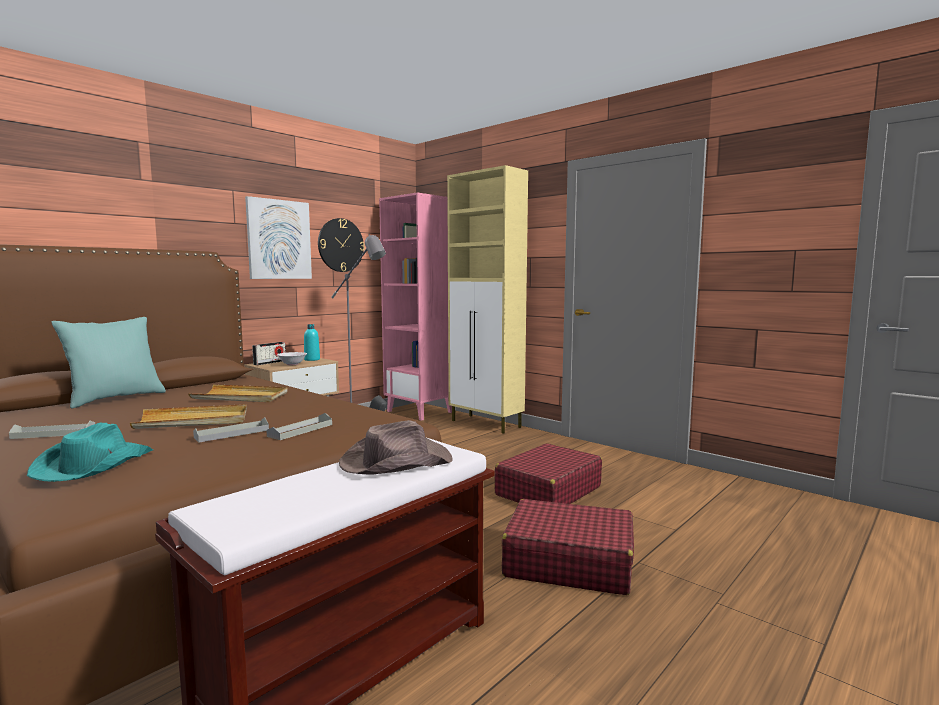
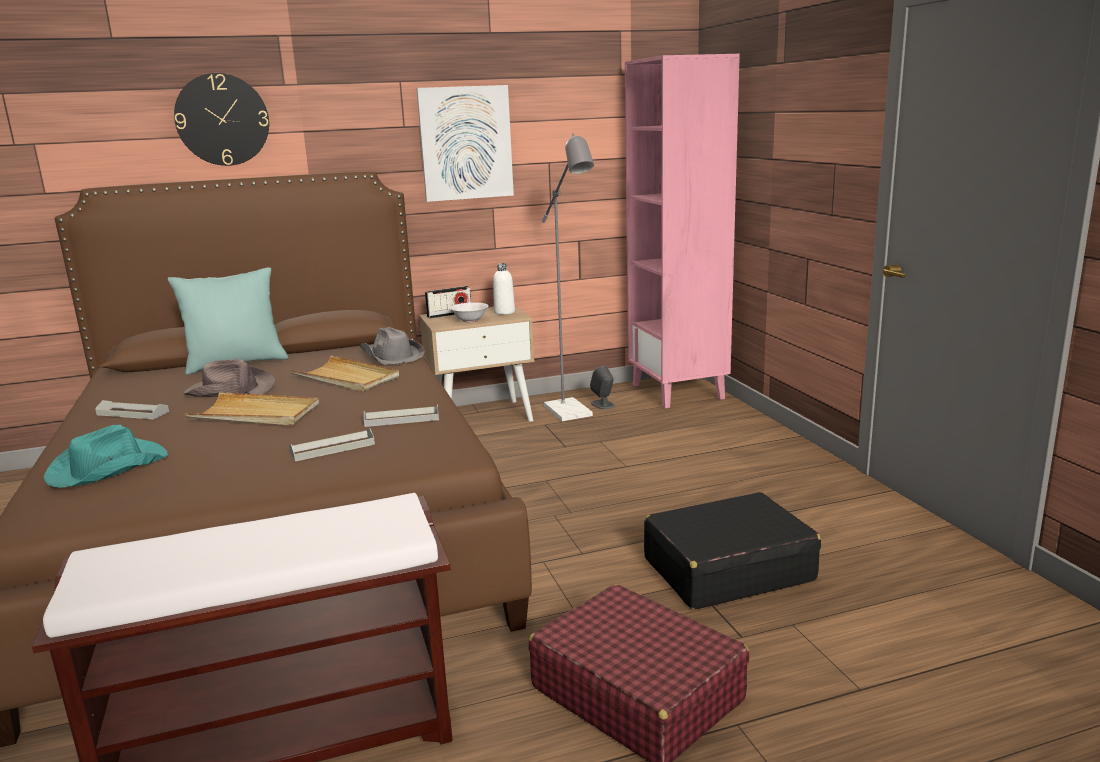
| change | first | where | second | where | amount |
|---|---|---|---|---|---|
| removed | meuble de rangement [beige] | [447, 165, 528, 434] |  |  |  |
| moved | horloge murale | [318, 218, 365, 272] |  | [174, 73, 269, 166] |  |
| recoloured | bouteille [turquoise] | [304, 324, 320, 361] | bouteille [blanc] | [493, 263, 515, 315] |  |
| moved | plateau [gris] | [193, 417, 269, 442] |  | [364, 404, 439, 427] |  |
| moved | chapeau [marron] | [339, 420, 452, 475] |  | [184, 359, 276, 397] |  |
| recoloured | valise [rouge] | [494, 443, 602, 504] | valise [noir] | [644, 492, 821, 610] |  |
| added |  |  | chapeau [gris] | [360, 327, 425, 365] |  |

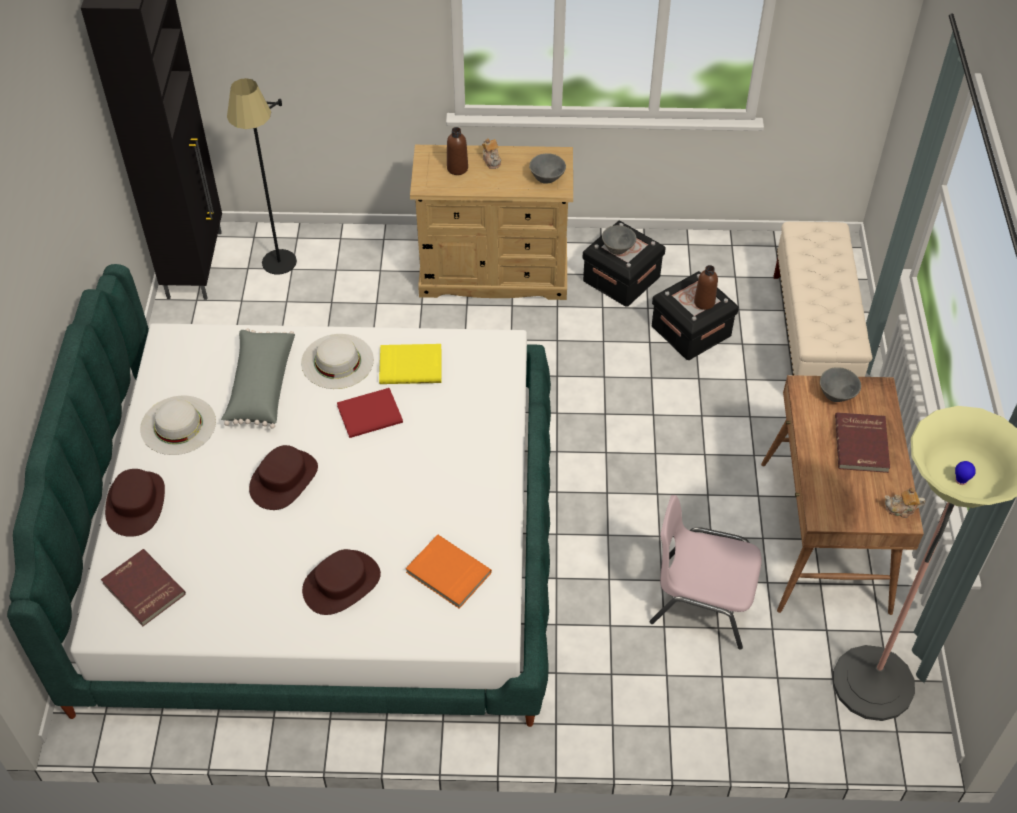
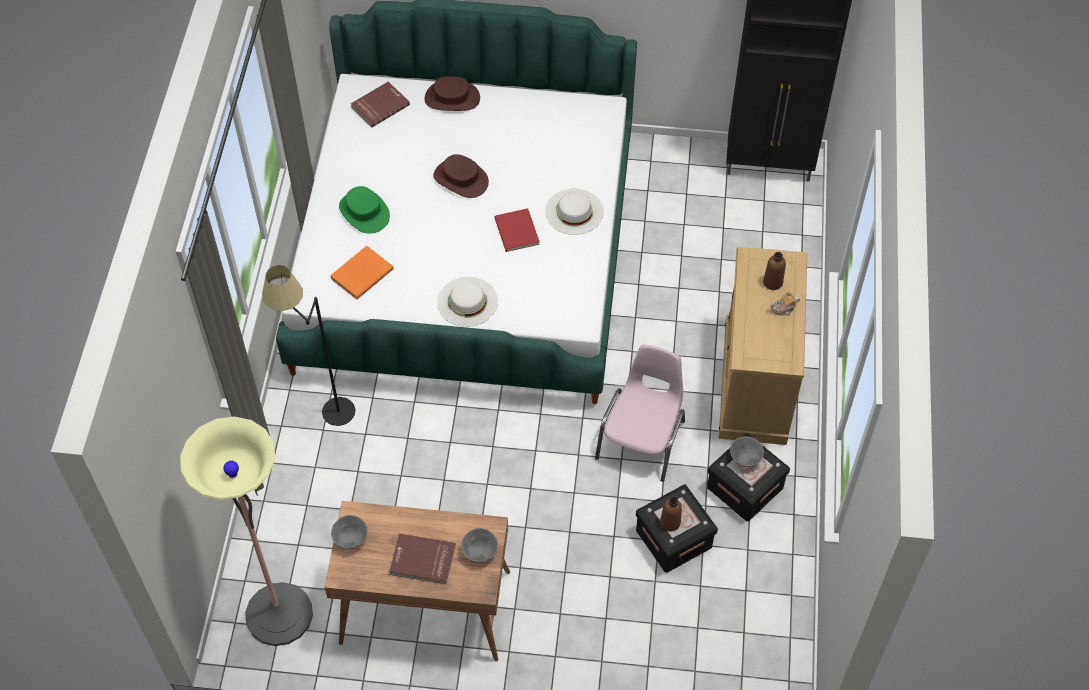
| change | first | where | second | where | amount |
|---|---|---|---|---|---|
| moved | lampadaire [noir] | [227, 78, 297, 275] |  | [262, 265, 355, 426] |  |
| moved | bol [gris] | [529, 153, 566, 184] |  | [331, 515, 368, 549] |  |
| removed | banc [beige] | [774, 221, 872, 377] |  |  |  |
| removed | coussin [gris] | [221, 328, 295, 429] |  |  |  |
| removed | livre [jaune] | [379, 344, 442, 384] |  |  |  |
| moved | chapeau [blanc] | [140, 396, 216, 455] |  | [437, 277, 498, 327] |  |
| removed | théière | [885, 488, 925, 518] |  |  |  |
| moved | chaise [rose] | [650, 495, 762, 650] |  | [595, 345, 685, 482] |  |
| recoloured | chapeau [marron] | [302, 549, 381, 615] | chapeau [vert] | [339, 186, 390, 234] |  |

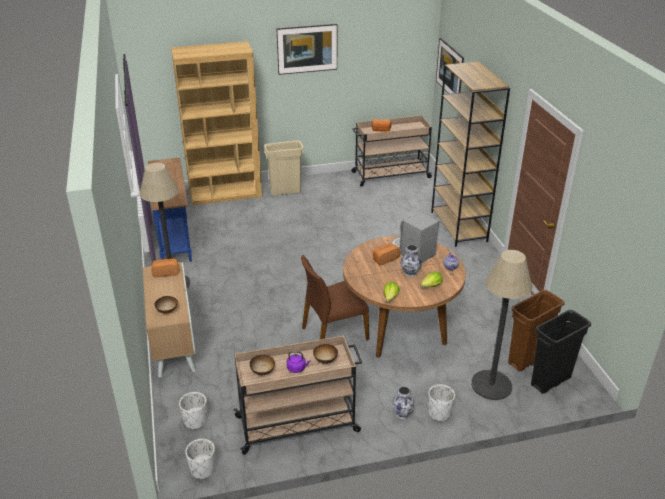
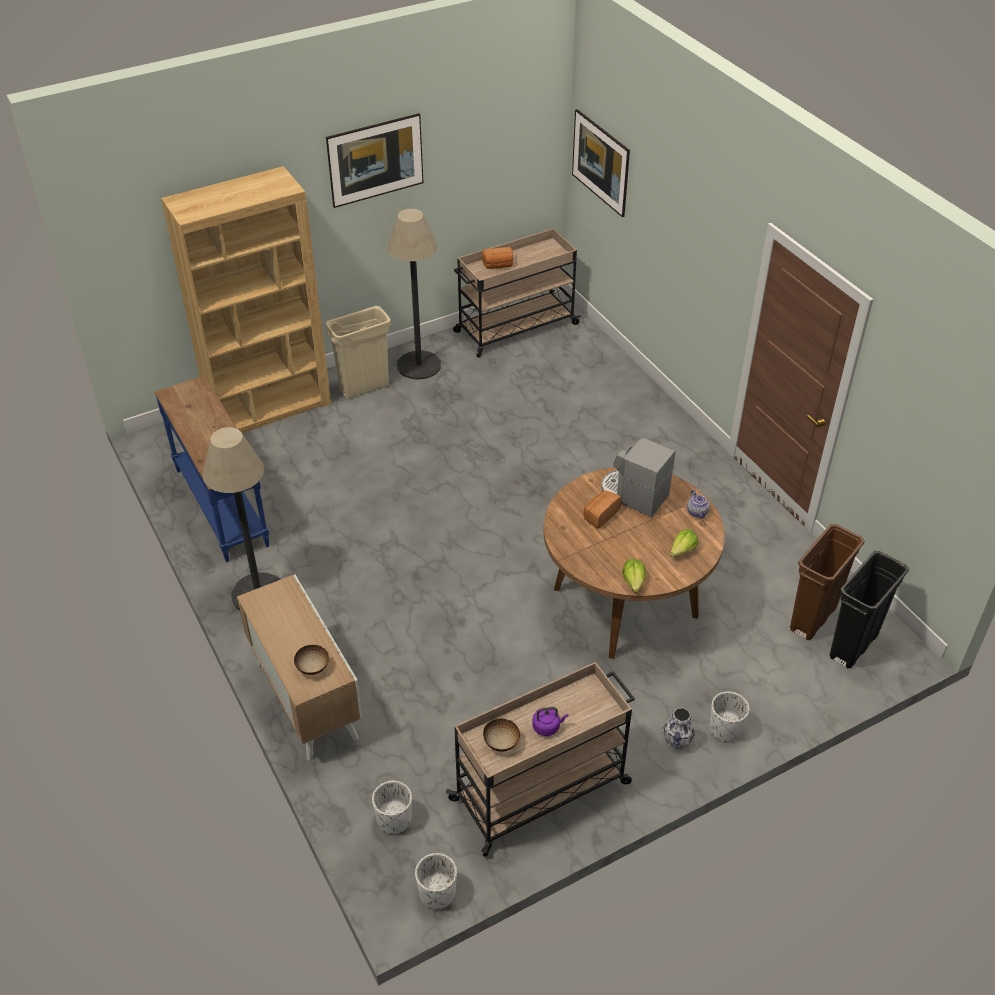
| change | first | where | second | where | amount |
|---|---|---|---|---|---|
| removed | bibliothèque [marron] | [431, 62, 510, 247] |  |  |  |
| removed | vase | [400, 245, 422, 277] |  |  |  |
| moved | lampadaire | [471, 250, 532, 400] |  | [388, 209, 441, 379] |  |
| removed | chaise [marron] | [301, 255, 369, 341] |  |  |  |
| removed | pain | [151, 259, 179, 278] |  |  |  |
| removed | bol | [313, 344, 338, 364] |  |  |  |

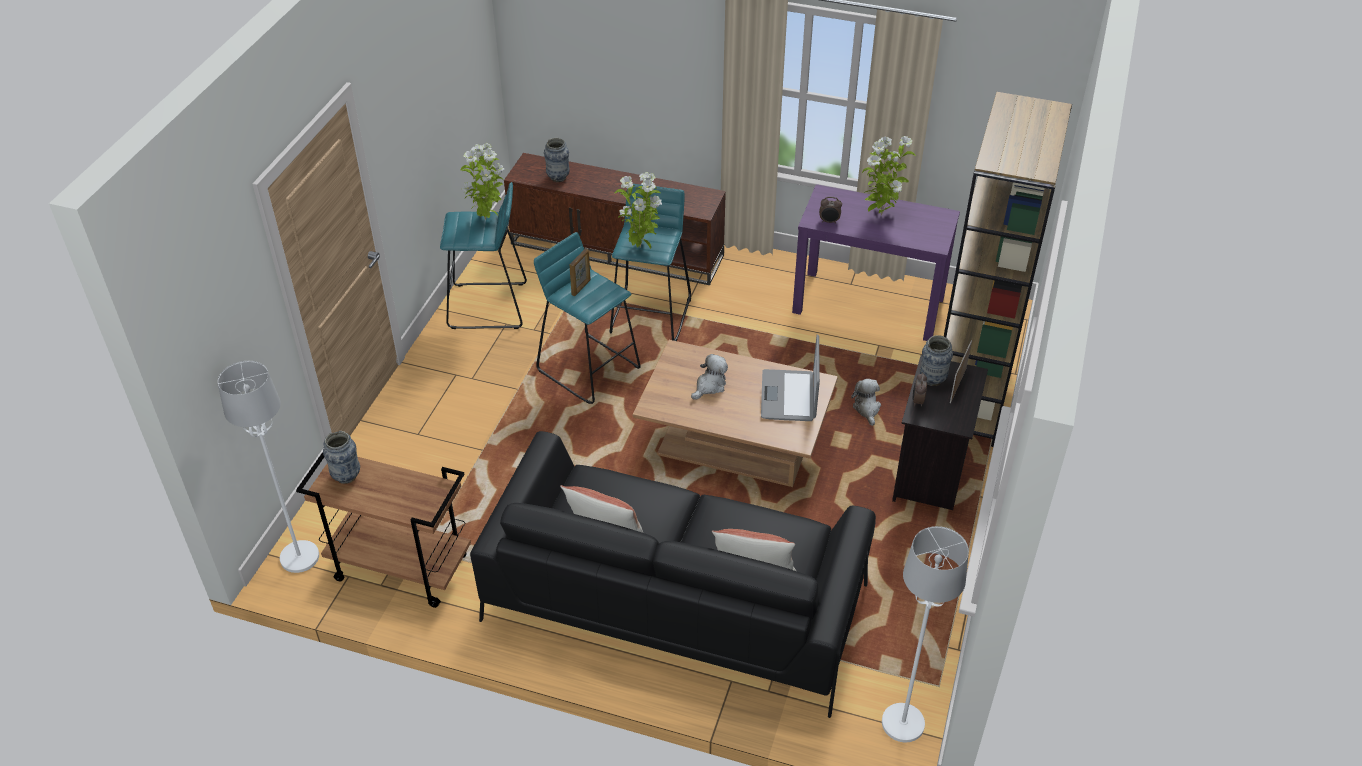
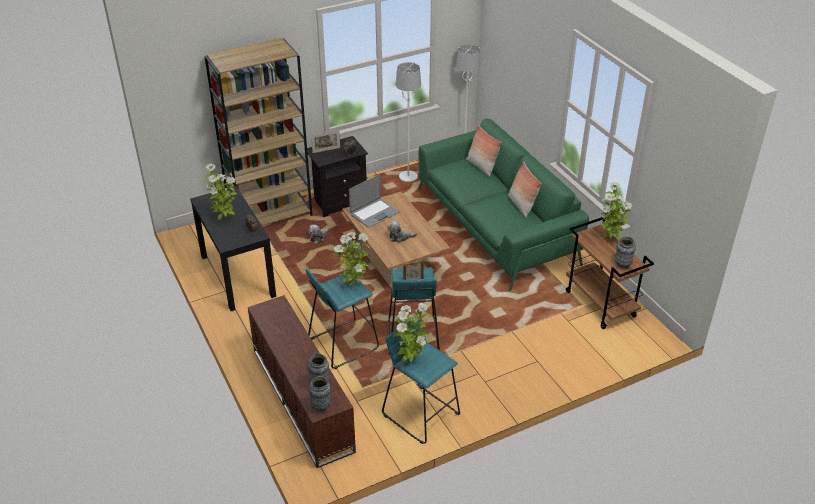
| change | first | where | second | where | amount |
|---|---|---|---|---|---|
| recoloured | table console [violet] | [792, 184, 960, 341] | table console [noir] | [190, 186, 276, 311] |  |
| moved | vase | [920, 335, 953, 386] |  | [309, 376, 331, 412] |  |
| moved | lampadaire [blanc] | [218, 361, 319, 573] |  | [396, 62, 421, 182] |  |
| recoloured | canapé [noir] | [470, 431, 876, 718] | canapé [vert] | [418, 119, 589, 291] |  |
| added |  |  | plante en pot | [601, 182, 632, 239] |  |

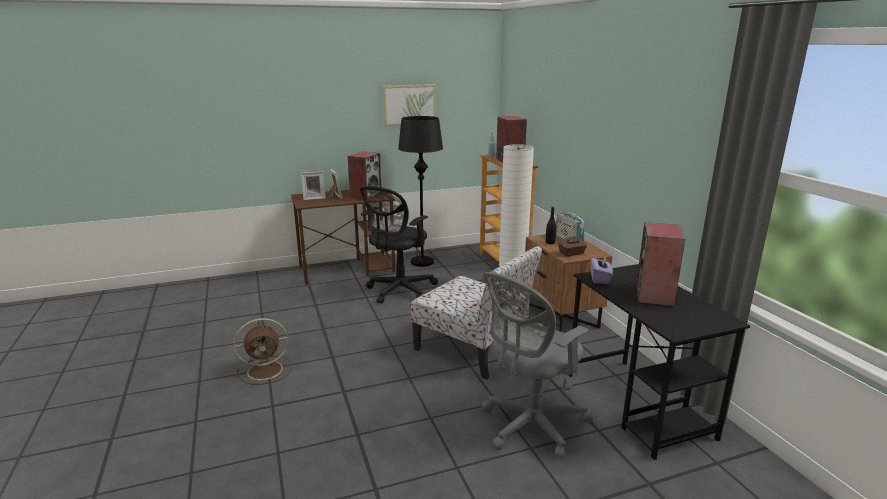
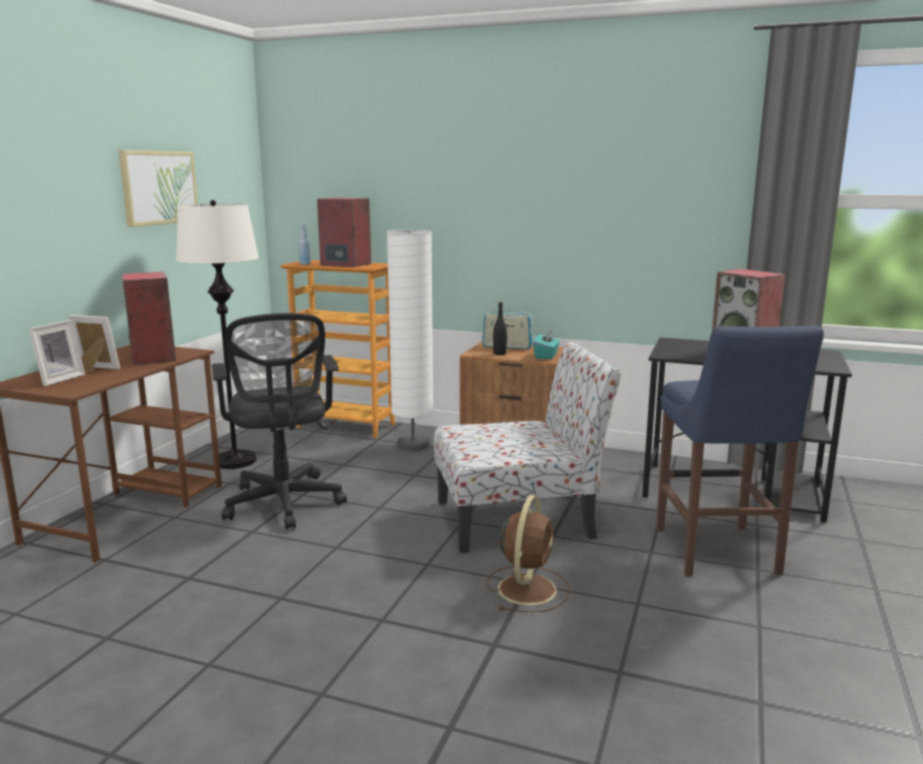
| change | first | where | second | where | amount |
|---|---|---|---|---|---|
| recoloured | lampadaire [noir] | [398, 115, 443, 267] | lampadaire [blanc] | [176, 200, 259, 469] |  |
| recoloured | boîte à mouchoirs [marron] | [558, 236, 587, 256] | boîte à mouchoirs [turquoise] | [533, 330, 560, 359] |  |
| removed | boîte à mouchoirs [violet] | [591, 255, 613, 284] |  |  |  |
| replaced | chaise de bureau [gris] | [482, 272, 594, 459] | tabouret [bleu] | [656, 326, 824, 576] |  |
| moved | ventilateur [marron] | [234, 318, 292, 385] |  | [487, 495, 570, 612] |  |

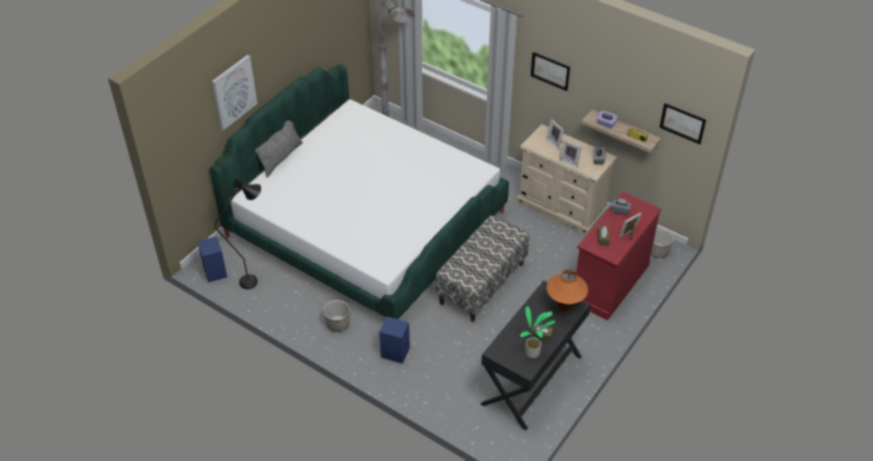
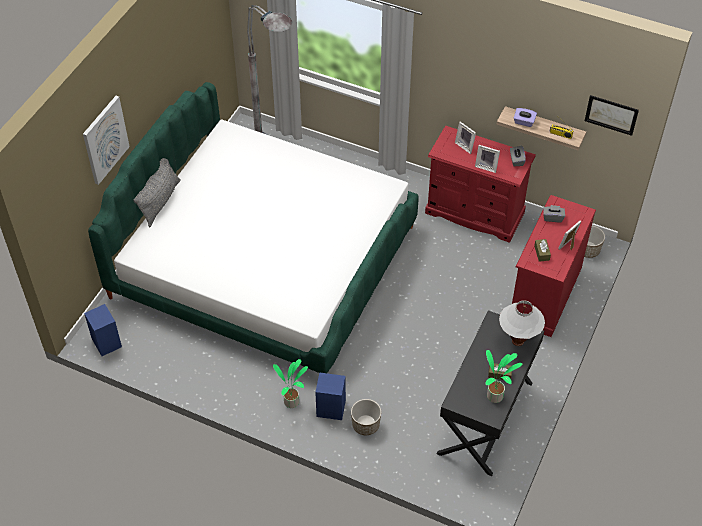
| change | first | where | second | where | amount |
|---|---|---|---|---|---|
| removed | tableau | [531, 52, 570, 91] |  |  |  |
| recoloured | commode [beige] | [517, 124, 617, 235] | commode [rouge] | [425, 126, 536, 243] |  |
| removed | lampadaire [noir] | [214, 179, 261, 289] |  |  |  |
| removed | banc | [436, 215, 529, 322] |  |  |  |
| recoloured | lampe de table [orange] | [547, 269, 588, 314] | lampe de table [blanc] | [499, 300, 545, 346] |  |
| moved | cache-pot | [323, 300, 350, 332] |  | [351, 399, 381, 435] |  |
| added |  |  | plante en pot | [273, 359, 308, 408] |  |

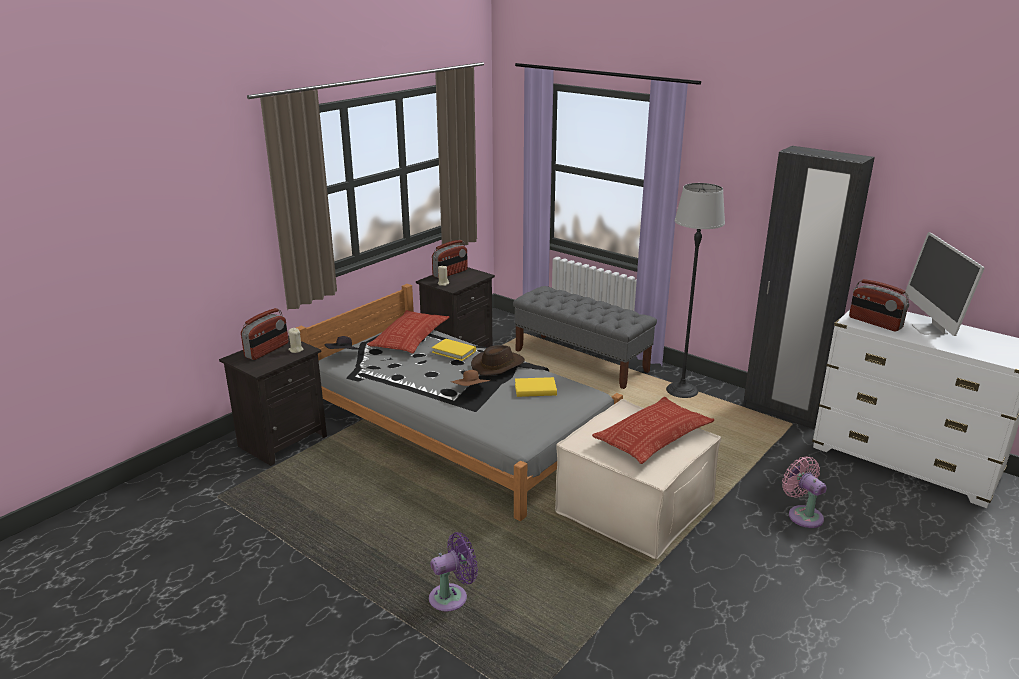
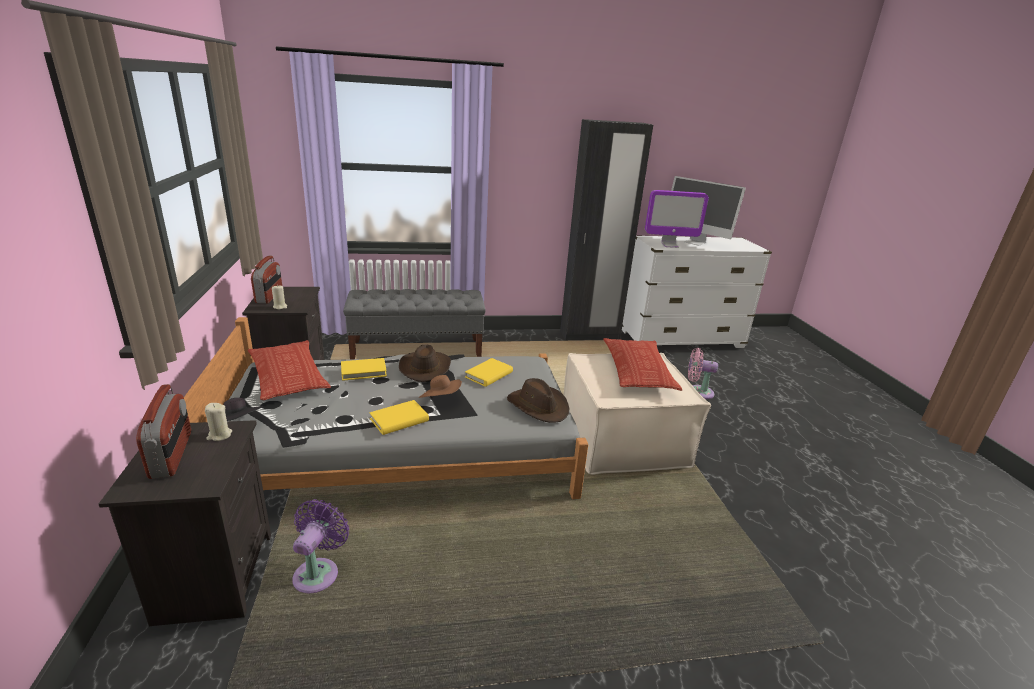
| change | first | where | second | where | amount |
|---|---|---|---|---|---|
| removed | lampadaire | [666, 183, 725, 398] |  |  |  |
| replaced | radio | [849, 279, 909, 332] | écran d'ordinateur | [645, 190, 709, 248] |  |
| moved | ventilateur [violet] | [429, 532, 478, 611] |  | [292, 499, 349, 594] |  |
| added |  |  | chapeau [marron] | [507, 378, 569, 423] |  |
| added |  |  | livre [jaune] | [370, 400, 429, 435] |  |

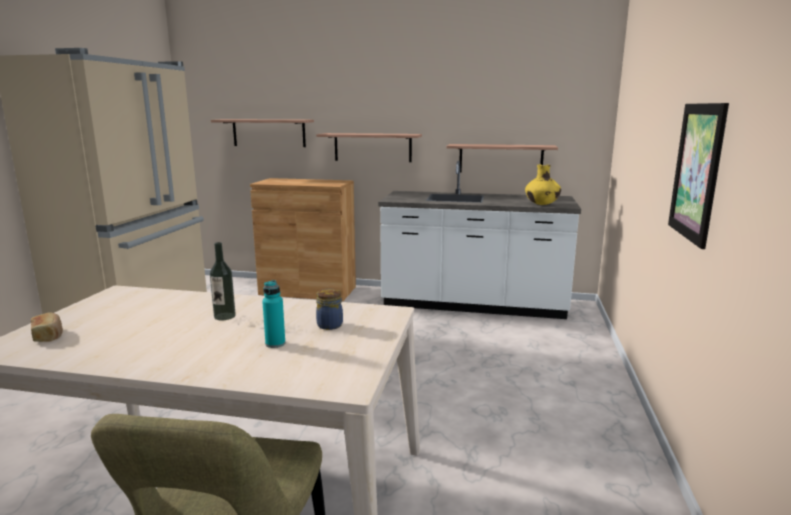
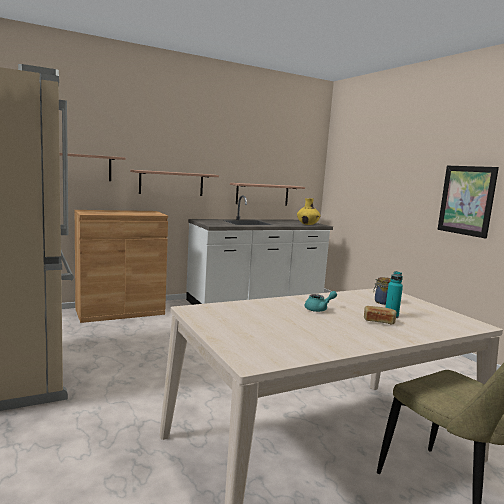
| change | first | where | second | where | amount |
|---|---|---|---|---|---|
| replaced | bouteille | [210, 242, 236, 320] | théière [turquoise] | [305, 291, 337, 312] |  |
| moved | pain | [31, 313, 63, 342] |  | [364, 306, 397, 324] |  |

